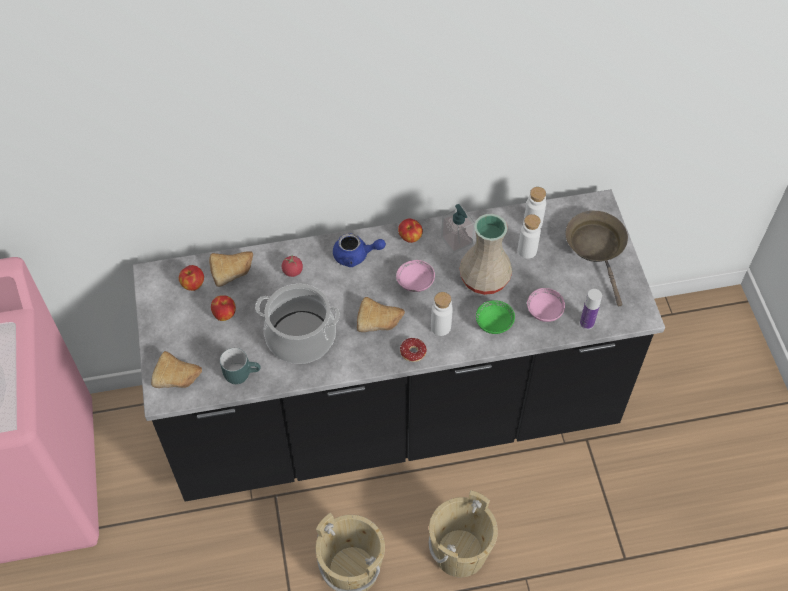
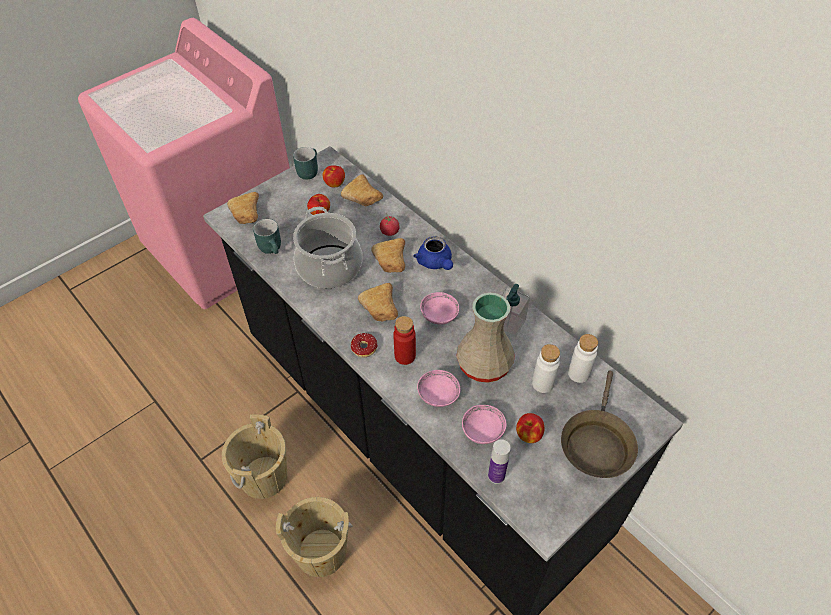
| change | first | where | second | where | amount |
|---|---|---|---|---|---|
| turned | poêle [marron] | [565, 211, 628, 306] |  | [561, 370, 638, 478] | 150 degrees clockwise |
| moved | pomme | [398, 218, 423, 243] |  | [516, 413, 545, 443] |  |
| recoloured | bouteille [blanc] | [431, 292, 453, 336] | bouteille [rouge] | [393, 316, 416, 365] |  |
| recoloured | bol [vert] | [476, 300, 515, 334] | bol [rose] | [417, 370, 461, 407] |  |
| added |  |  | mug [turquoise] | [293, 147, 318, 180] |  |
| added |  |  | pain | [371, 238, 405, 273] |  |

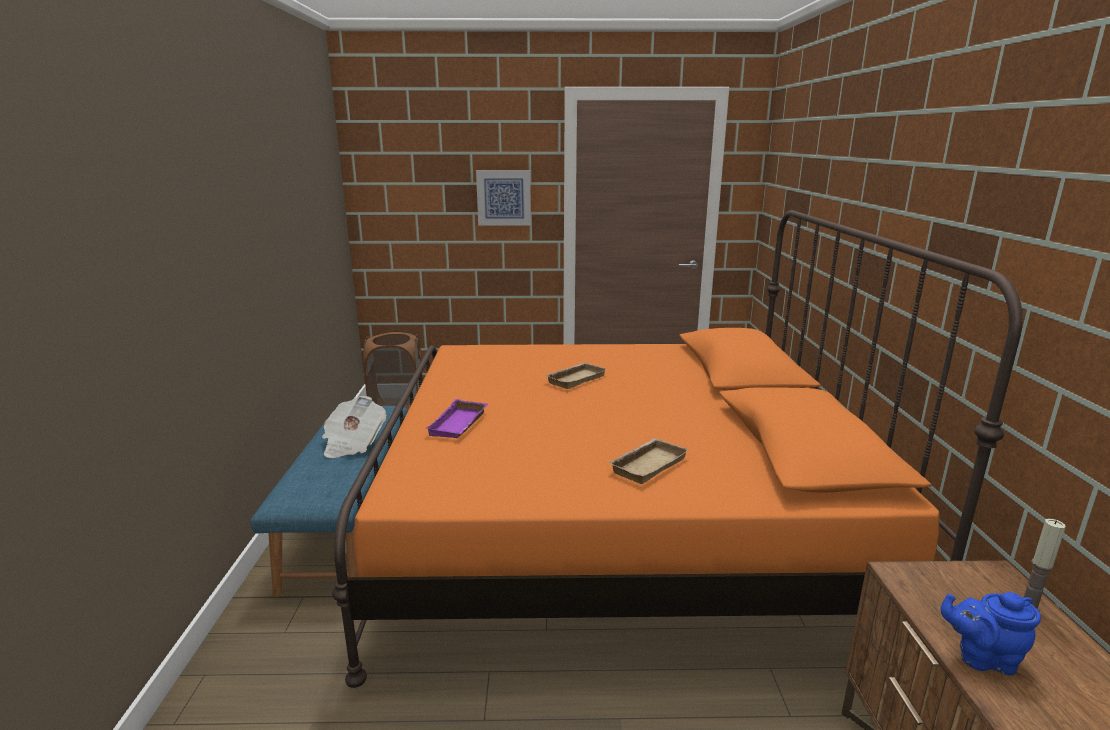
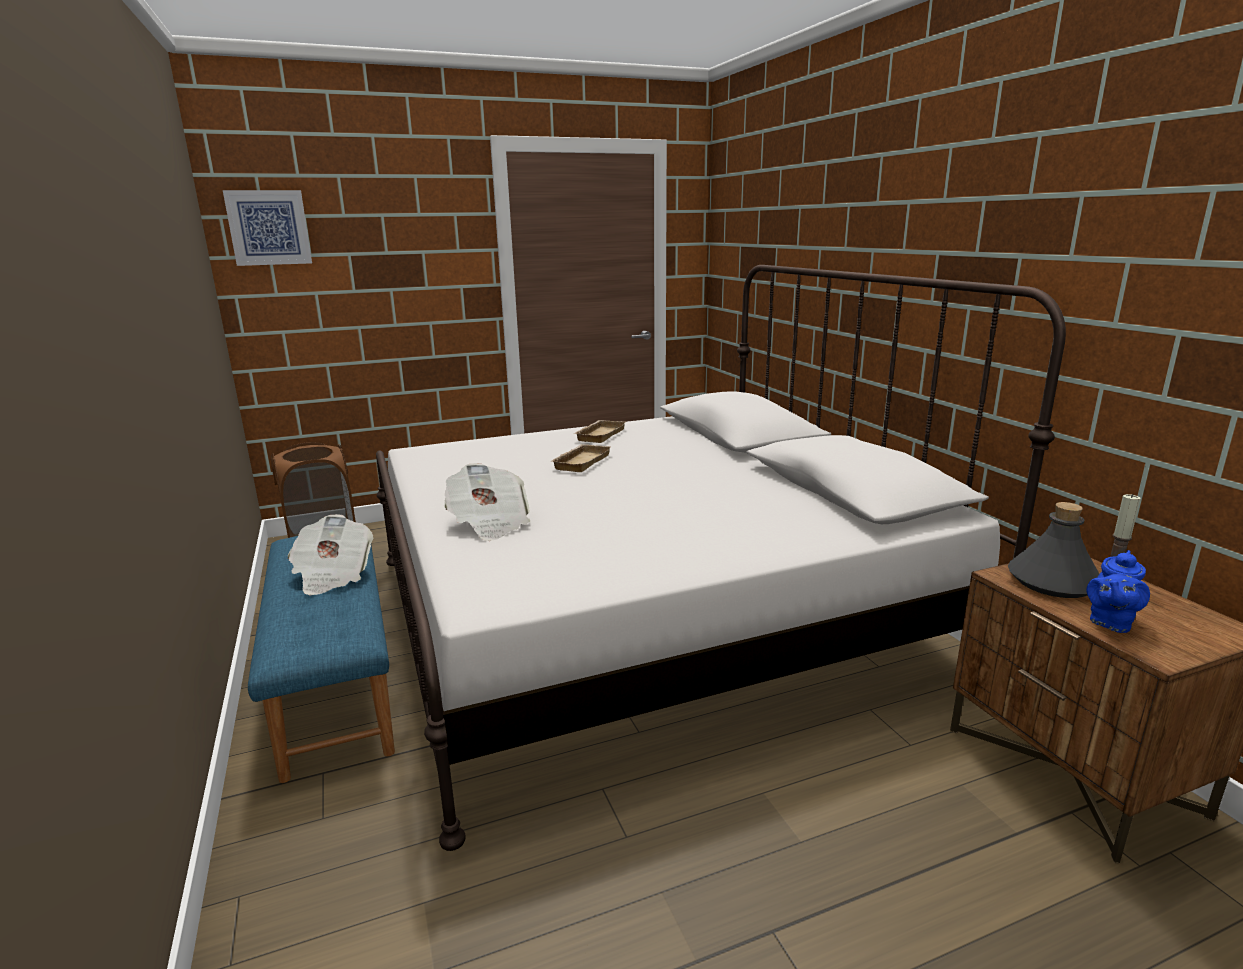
| change | first | where | second | where | amount |
|---|---|---|---|---|---|
| moved | tableau | [476, 170, 531, 226] |  | [223, 190, 312, 266] |  |
| recoloured | lit [orange] | [332, 210, 1023, 688] | lit [blanc] | [376, 265, 1066, 851] |  |
| replaced | plateau [violet] | [426, 399, 488, 438] | journal | [444, 463, 530, 541] |  |
| moved | plateau [beige] | [609, 438, 689, 484] |  | [575, 420, 626, 443] |  |
| turned | théière [bleu] | [940, 592, 1041, 675] |  | [1086, 550, 1150, 633] | 45 degrees counterclockwise |
| added |  |  | bouteille [gris] | [1008, 502, 1100, 598] |  |

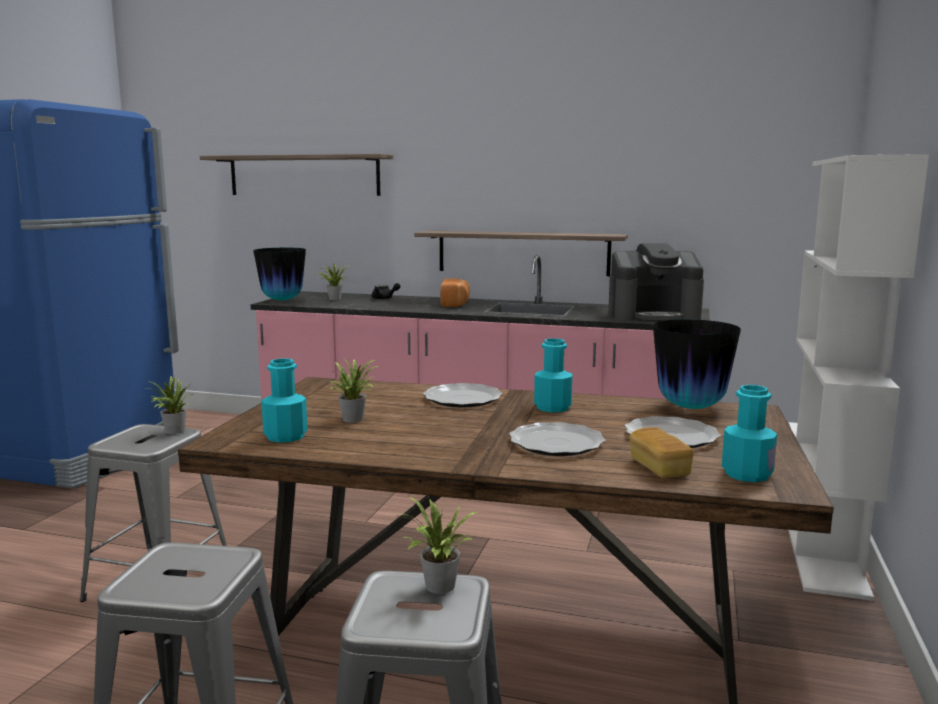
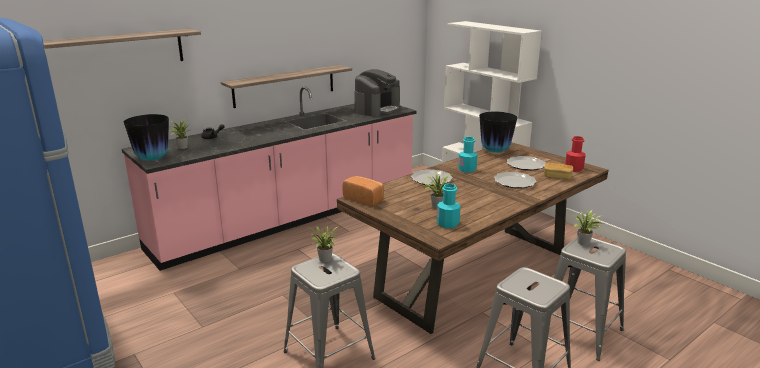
| change | first | where | second | where | amount |
|---|---|---|---|---|---|
| moved | pain | [440, 279, 470, 307] |  | [342, 176, 384, 207] |  |
| recoloured | bouteille [turquoise] | [722, 385, 777, 482] | bouteille [rouge] | [565, 136, 586, 172] |  |

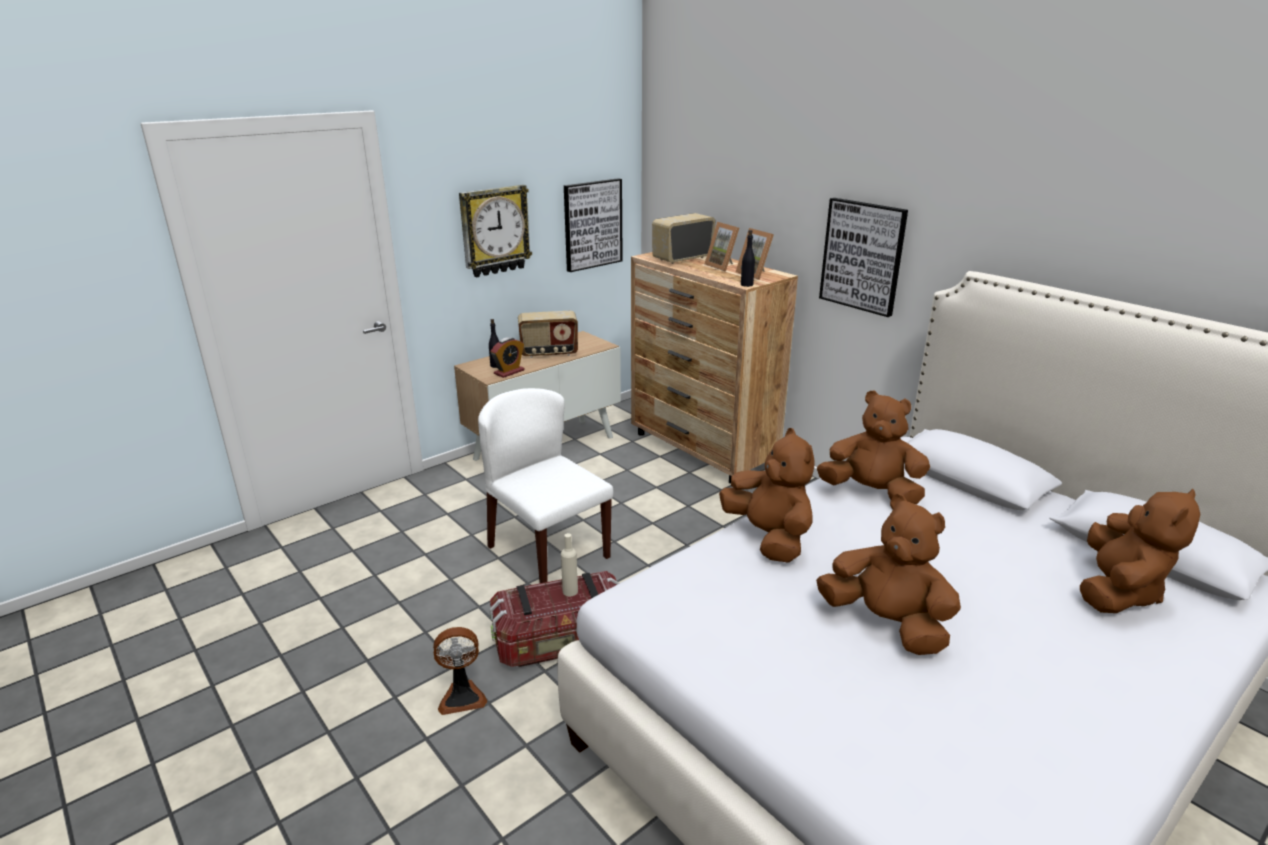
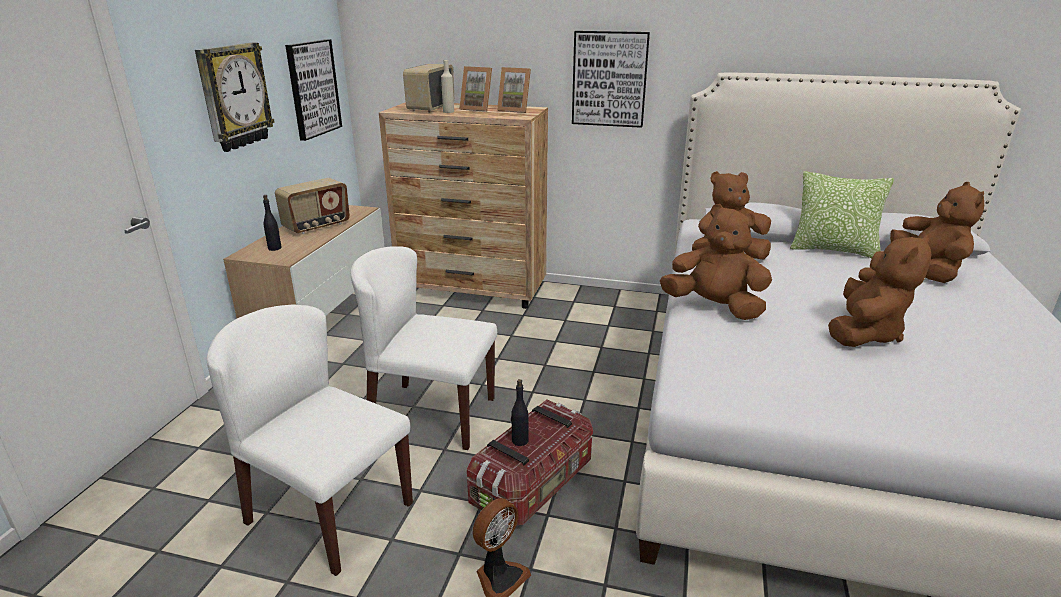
| change | first | where | second | where | amount |
|---|---|---|---|---|---|
| moved | bouteille [noir] | [741, 230, 755, 287] |  | [511, 379, 528, 446] |  |
| removed | réveil | [491, 337, 525, 378] |  |  |  |
| turned | peluche [marron] | [816, 494, 961, 655] |  | [828, 235, 932, 347] | 120 degrees clockwise |
| moved | bouteille [beige] | [561, 533, 578, 596] |  | [441, 60, 454, 113] |  |
| added |  |  | coussin | [790, 171, 894, 258] |  |
| added |  |  | chaise [blanc] | [207, 304, 413, 576] |  |

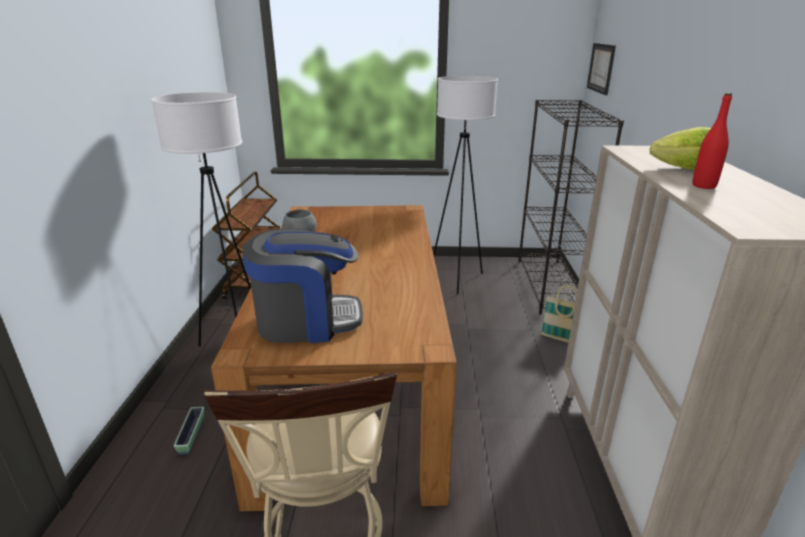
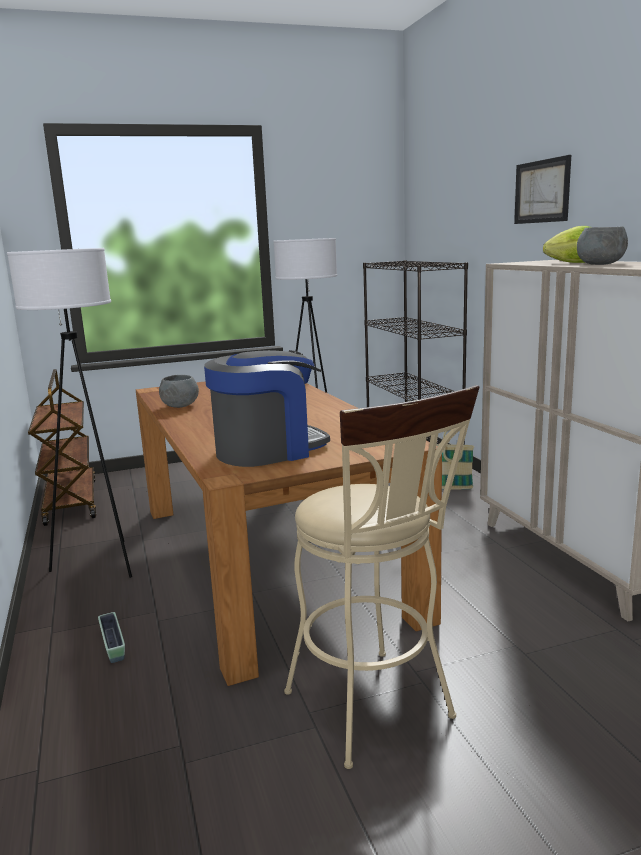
| change | first | where | second | where | amount |
|---|---|---|---|---|---|
| moved | tableau | [587, 43, 616, 95] |  | [514, 155, 571, 224] |  |
| replaced | bouteille [rouge] | [692, 93, 732, 189] | bol [gris] | [577, 226, 628, 265] |  |

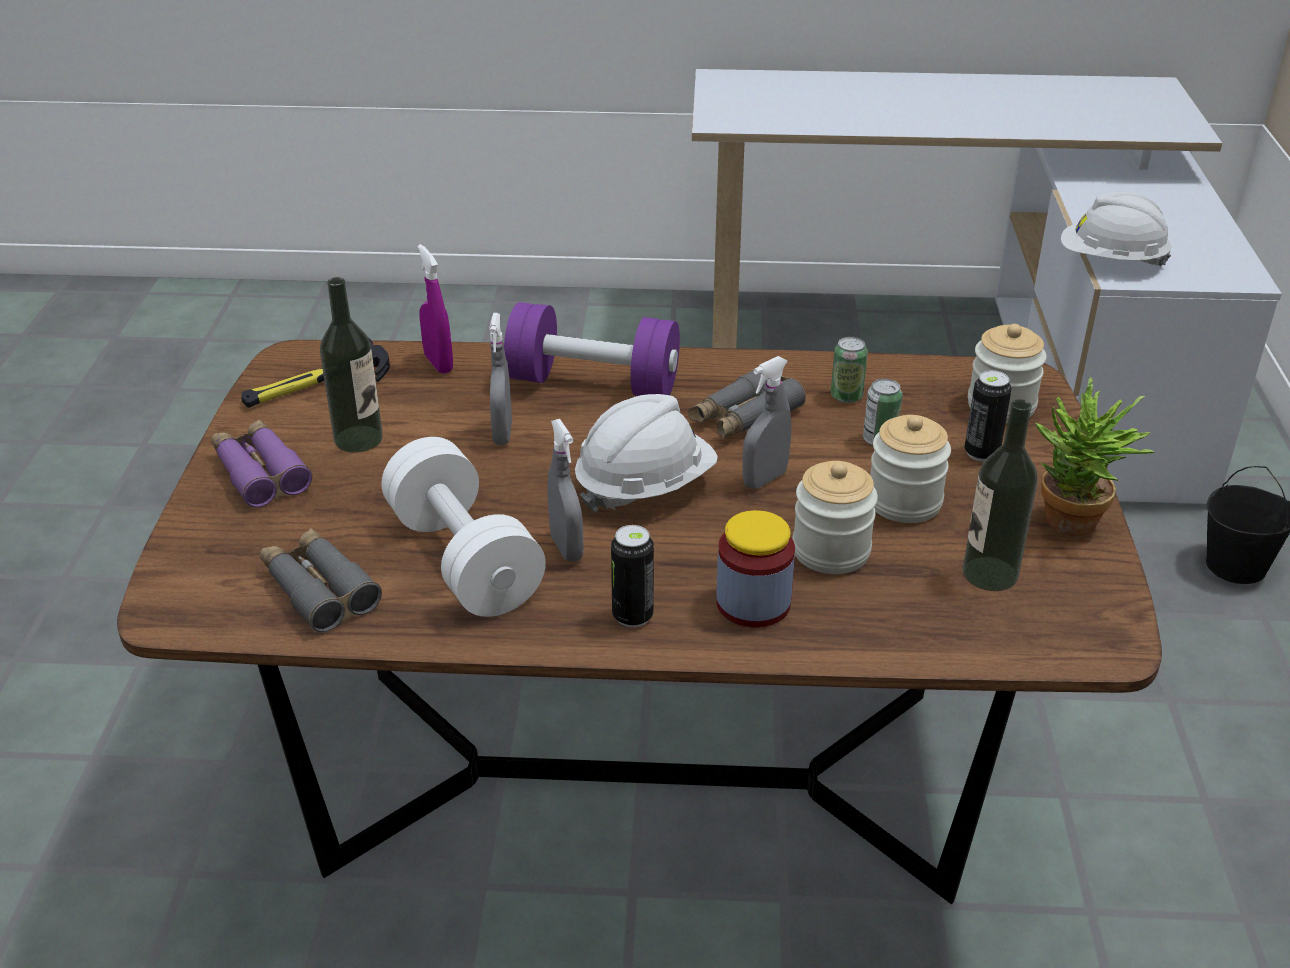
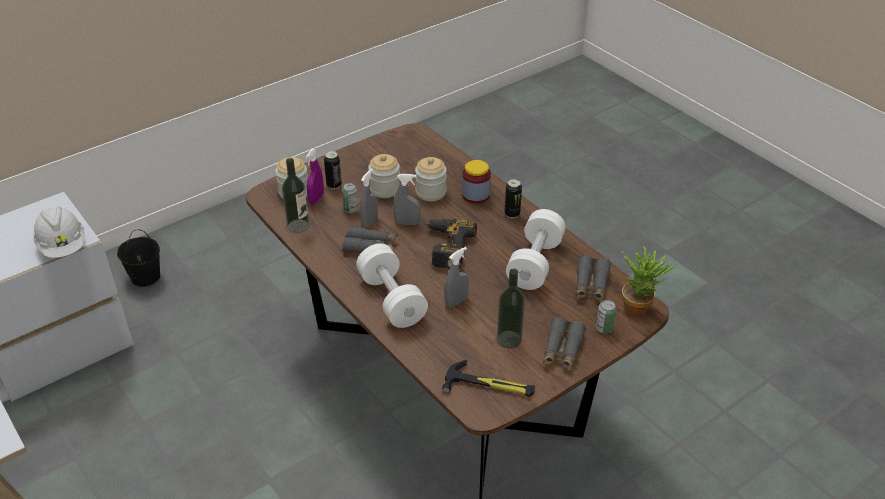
| change | first | where | second | where | amount |
|---|---|---|---|---|---|
| moved | vaporisateur [violet] | [418, 244, 453, 374] |  | [306, 148, 324, 204] |  |
| recoloured | haltère [violet] | [504, 302, 680, 396] | haltère [blanc] | [356, 243, 428, 328] |  |
| moved | boîte métallique | [831, 337, 868, 403] |  | [596, 300, 616, 333] |  |
| moved | plante en pot | [1035, 377, 1154, 537] |  | [621, 246, 675, 316] |  |
| replaced | casque de chantier [blanc] | [575, 394, 718, 513] | perceuse | [424, 219, 477, 269] |  |
| moved | bouteille | [963, 400, 1038, 591] |  | [282, 158, 309, 233] |  |
| moved | vaporisateur [gris] | [547, 419, 584, 562] |  | [360, 168, 378, 228] |  |
| recoloured | jumelles [violet] | [211, 420, 312, 507] | jumelles [gris] | [543, 317, 586, 370] |  |

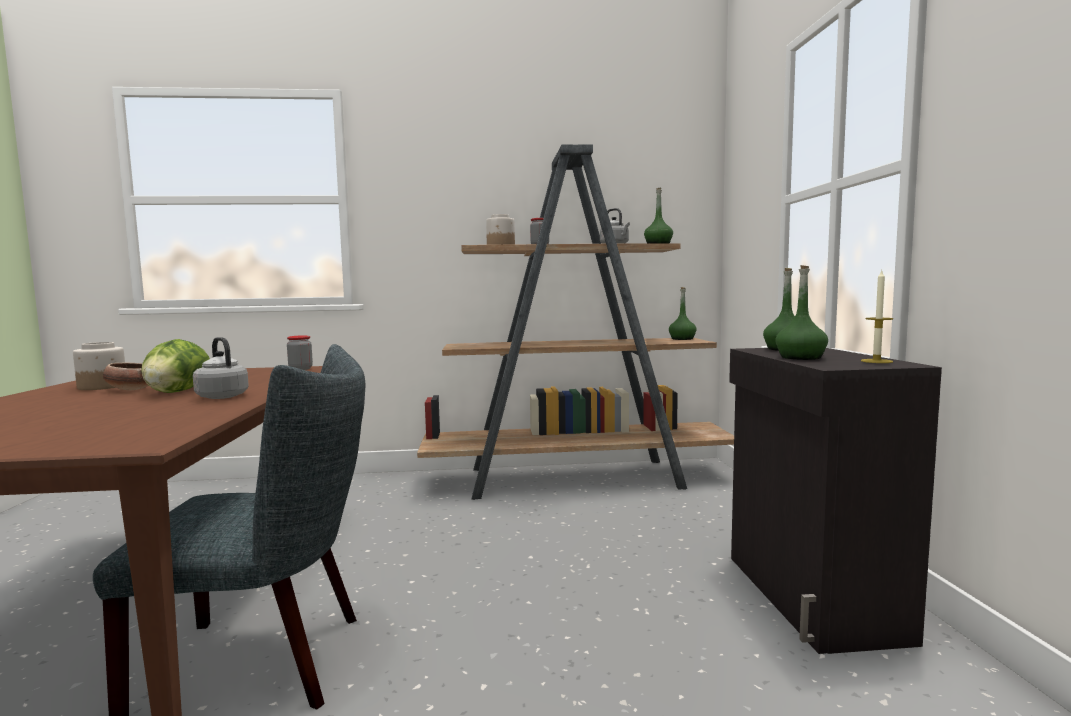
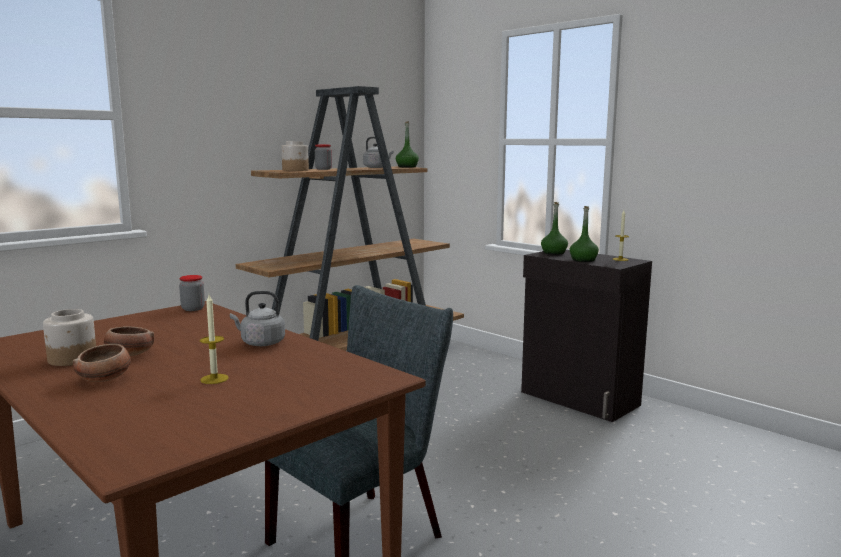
| change | first | where | second | where | amount |
|---|---|---|---|---|---|
| removed | bouteille [vert] | [669, 287, 697, 340] |  |  |  |
| removed | laitue | [141, 339, 210, 393] |  |  |  |
| added |  |  | bougie | [200, 295, 228, 384] |  |
| added |  |  | bol | [73, 344, 131, 382] |  |

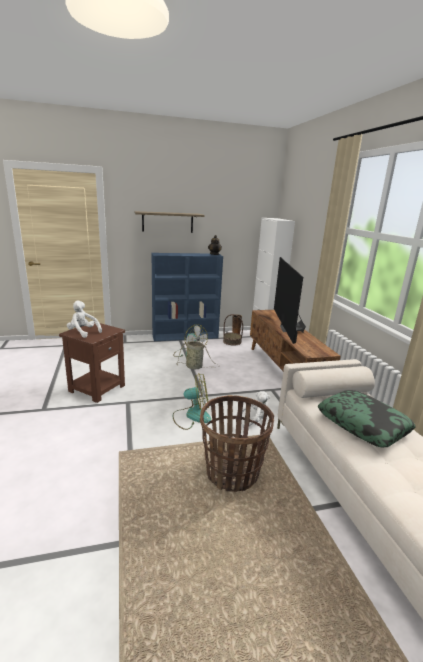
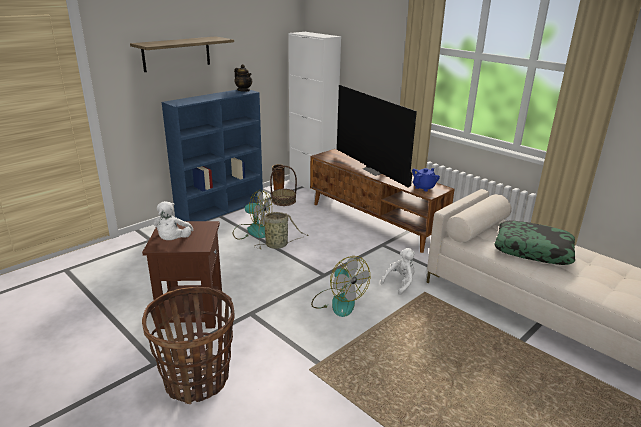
| change | first | where | second | where | amount |
|---|---|---|---|---|---|
| turned | peluche [blanc] | [67, 300, 102, 338] |  | [153, 201, 193, 240] | 90 degrees counterclockwise |
| turned | ventilateur | [173, 373, 211, 430] |  | [311, 256, 370, 317] | 90 degrees clockwise |
| moved | panier | [200, 395, 274, 492] |  | [142, 287, 235, 404] |  |
| added |  |  | théière [bleu] | [412, 168, 440, 191] |  |

